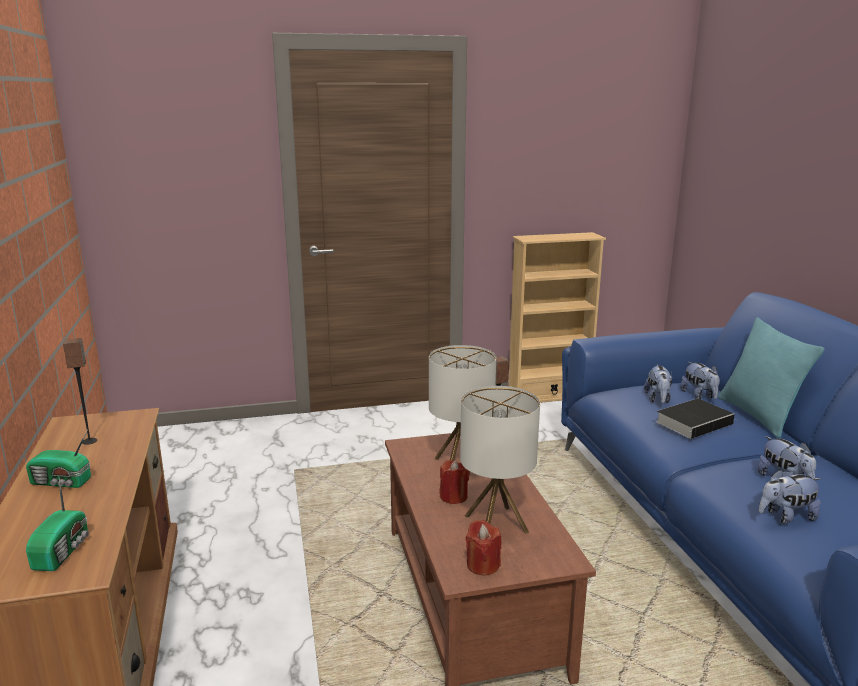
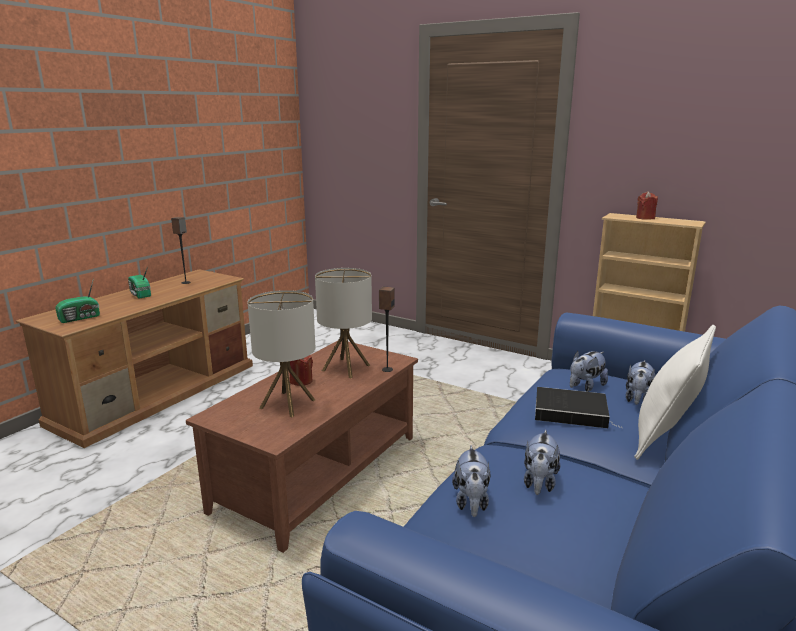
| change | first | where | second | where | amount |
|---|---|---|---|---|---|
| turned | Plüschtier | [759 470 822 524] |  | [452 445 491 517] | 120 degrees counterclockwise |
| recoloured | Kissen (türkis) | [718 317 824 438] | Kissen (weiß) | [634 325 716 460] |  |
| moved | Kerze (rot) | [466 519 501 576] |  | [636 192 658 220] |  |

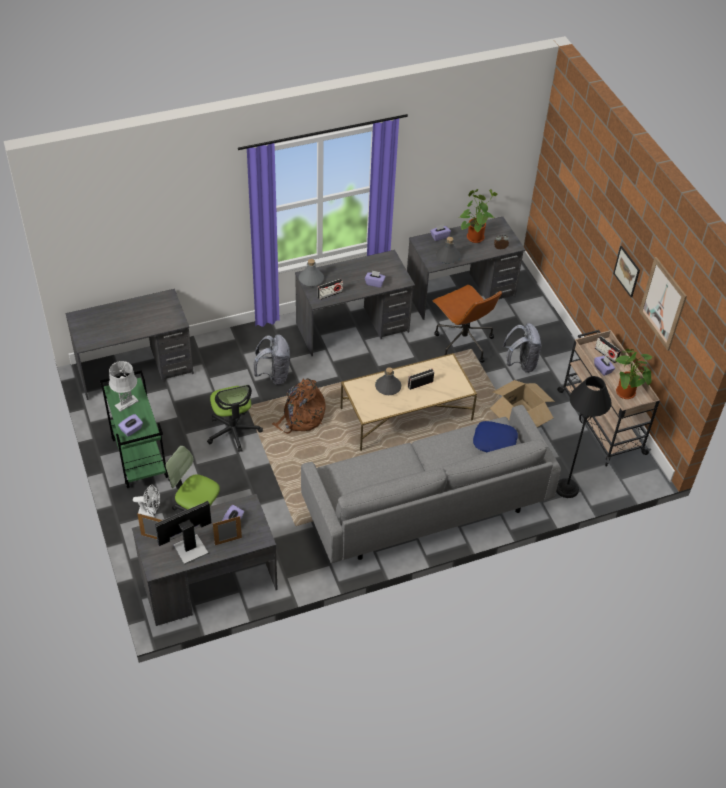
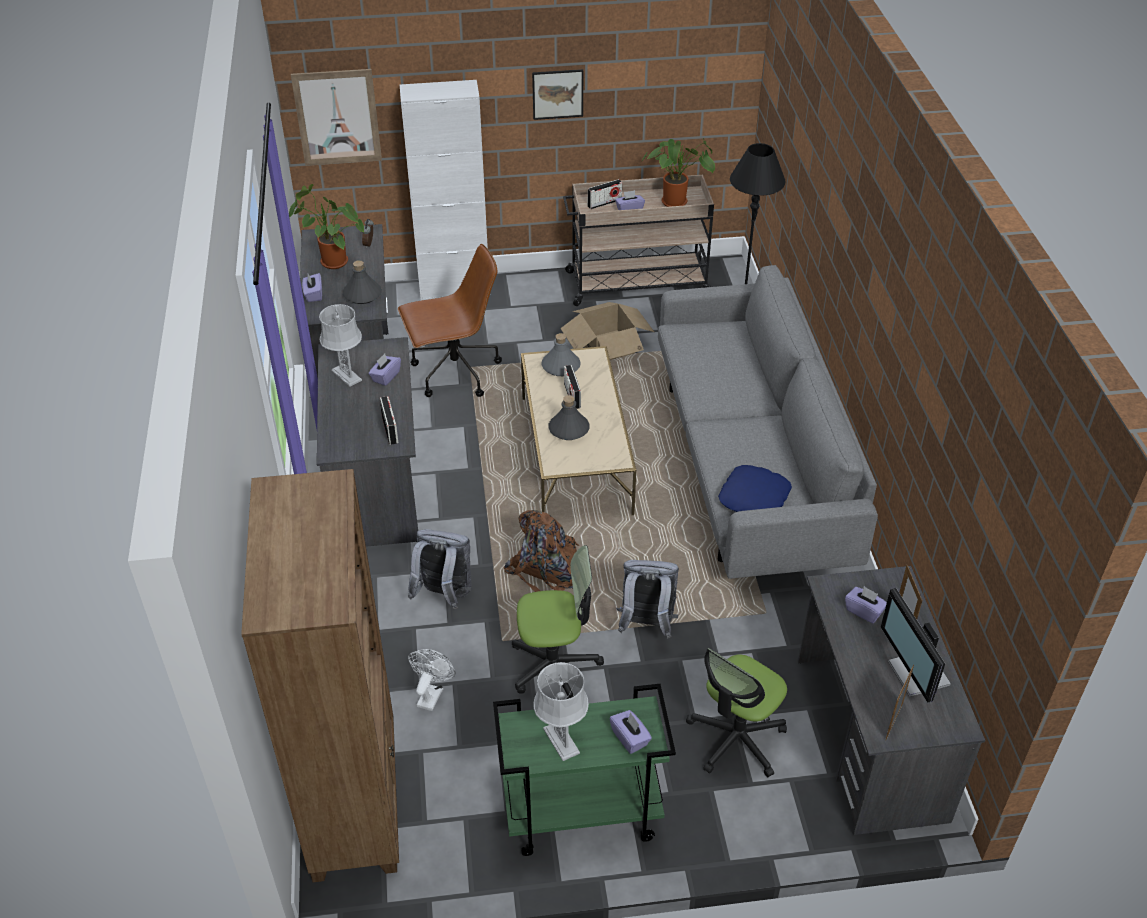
| change | first | where | second | where | amount |
|---|---|---|---|---|---|
| replaced | Schreibtisch (grau) | [66 289 194 400] | Bücherregal (braun) | [241 469 399 882] |  |
| moved | Bild | [639 257 687 351] |  | [291 69 382 166] |  |
| added |  |  | Tischlampe (grau) | [319 304 362 387] |  |
| added |  |  | Schrank (weiß) | [400 80 488 301] |  |
| moved | Ventilator (weiß) | [133 484 160 517] |  | [408 649 455 711] |  |
| moved | Flasche (grau) | [299 259 324 286] |  | [541 333 581 376] |  |
| moved | Rucksack (grau) | [503 323 542 373] |  | [616 560 679 639] |  |
| moved | Kissen (blau) | [473 421 518 452] |  | [718 465 792 512] |  |

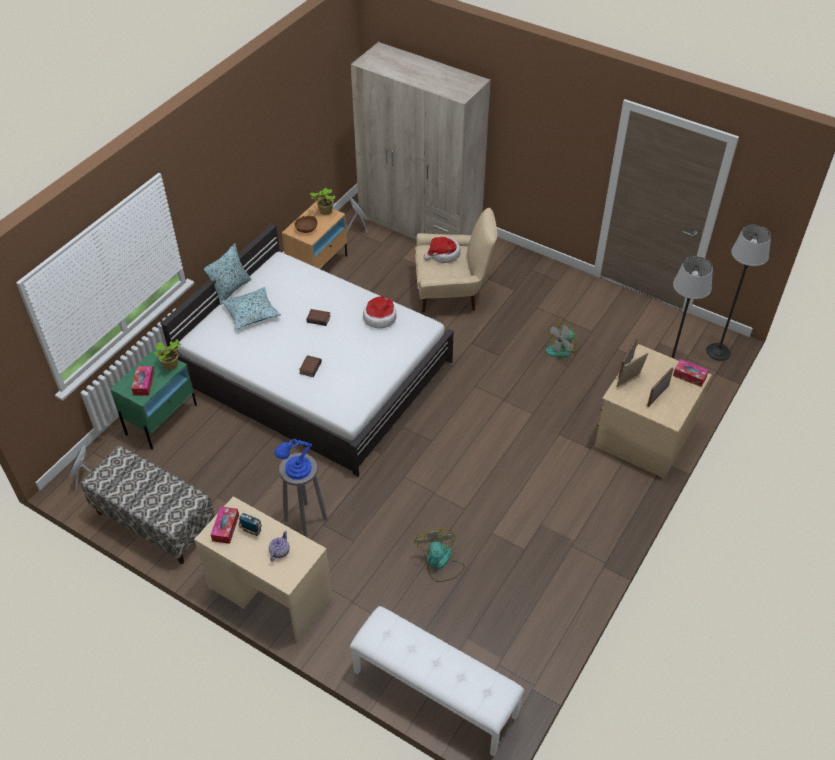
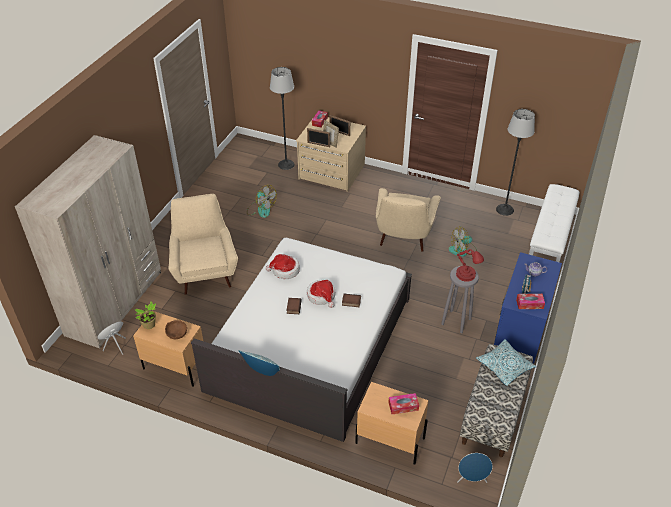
| change | first | where | second | where | amount |
|---|---|---|---|---|---|
| moved | Hut | [424 237 461 263] |  | [307 280 335 308] |  |
| recoloured | Nachttisch (grün) | [110 349 197 450] | Nachttisch (beige) | [355 382 429 465] |  |
| added |  |  | Sessel (beige) | [376 188 441 252] |  |
| recoloured | Tischlampe (blau) | [274 439 312 480] | Tischlampe (rot) | [456 249 484 282] |  |
| moved | Kissen | [222 287 281 330] |  | [476 339 536 386] |  |
| recoloured | Schreibtisch (beige) | [194 496 332 642] | Schreibtisch (blau) | [494 252 562 364] |  |
| moved | Stehlampe | [706 225 771 361] |  | [496 109 535 216] |  |
| removed | Topfpflanze | [154 339 181 370] |  |  |  |

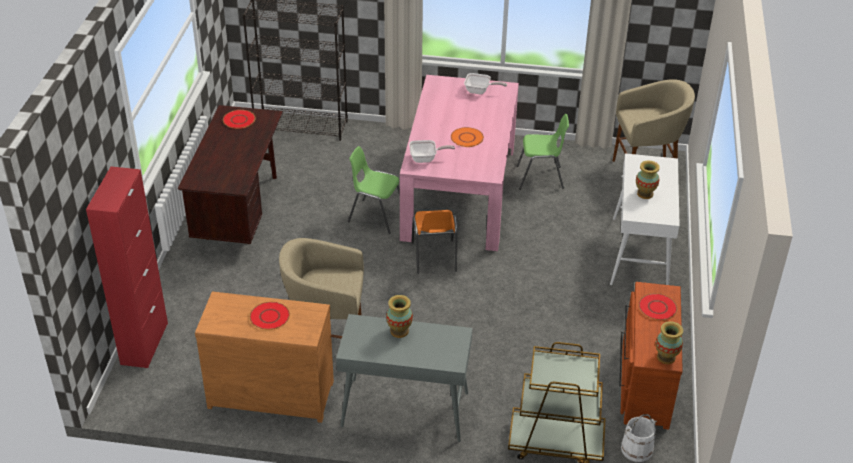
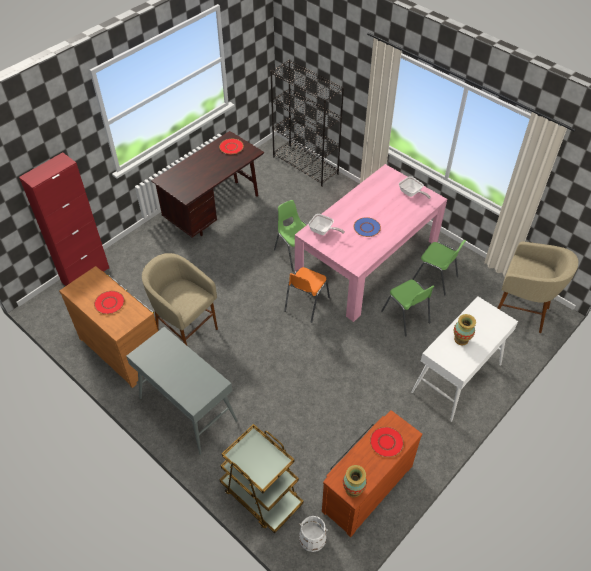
| change | first | where | second | where | amount |
|---|---|---|---|---|---|
| recoloured | Teller (orange) | [451 127 484 147] | Teller (blau) | [354 217 381 237] |  |
| added |  |  | Stuhl (grün) | [382 280 435 337] |  |
| removed | Vase | [386 295 413 338] |  |  |  |

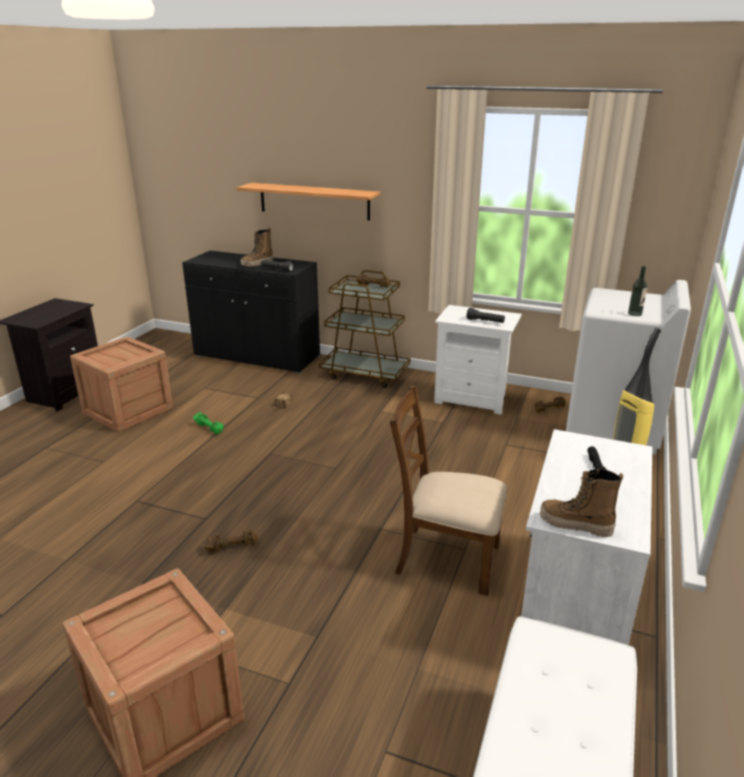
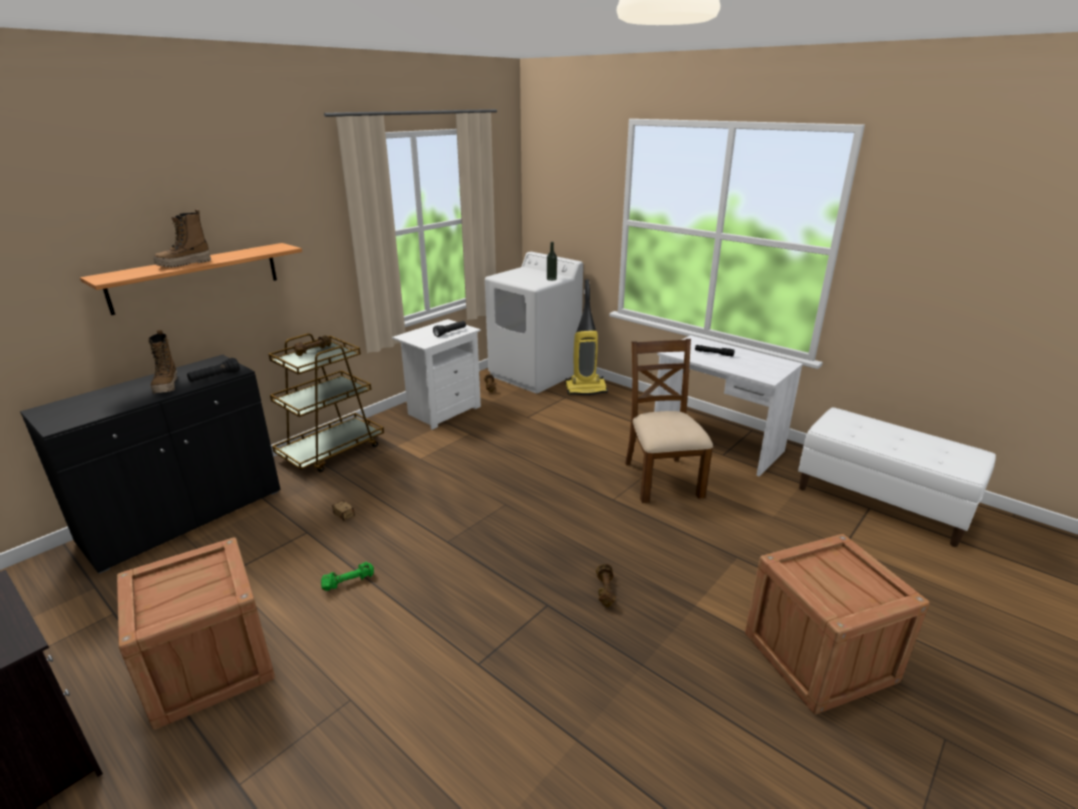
| change | first | where | second | where | amount |
|---|---|---|---|---|---|
| moved | Stiefel | [540 468 623 537] |  | [153 209 211 268] |  |
| turned | Stuhl (braun) | [390 386 508 596] |  | [625 339 713 503] | 135 degrees clockwise |

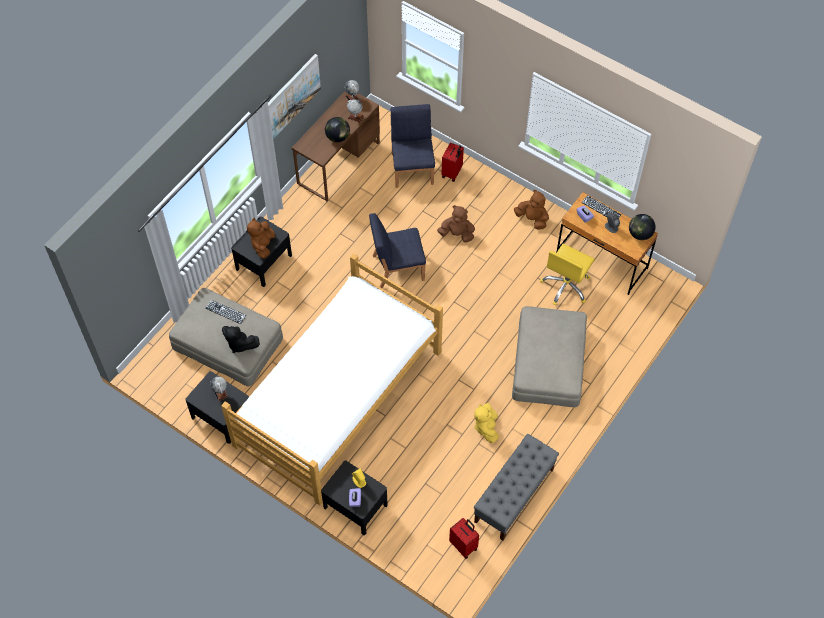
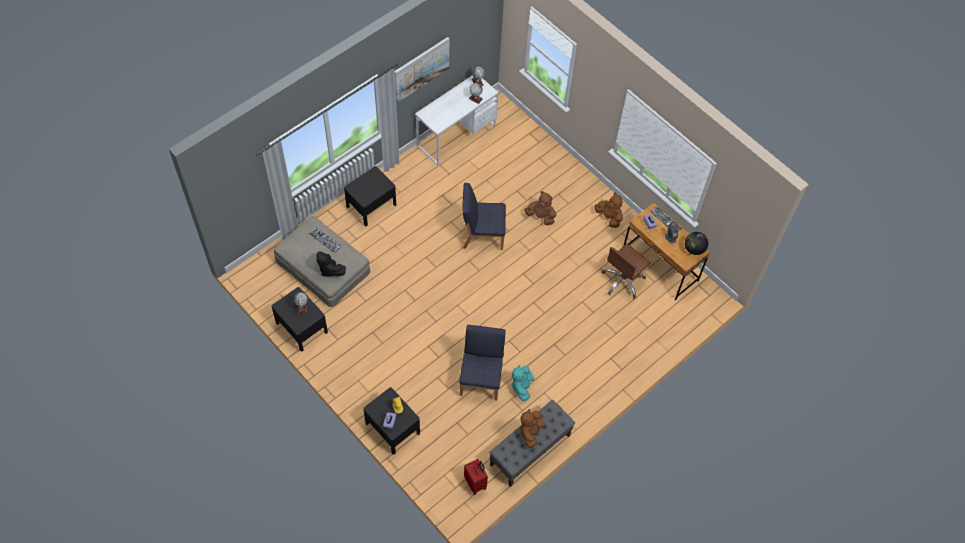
| change | first | where | second | where | amount |
|---|---|---|---|---|---|
| recoloured | Schreibtisch (braun) | [292 91 380 201] | Schreibtisch (weiß) | [415 76 499 166] |  |
| moved | Stuhl (blau) | [391 104 435 188] |  | [459 325 506 401] |  |
| recoloured | Plüschtier (gelb) | [474 403 499 443] | Plüschtier (türkis) | [512 365 534 401] |  |
| moved | Plüschtier (braun) | [247 218 275 259] |  | [520 409 545 448] |  |
| recoloured | Bürostuhl (gelb) | [540 243 595 306] | Bürostuhl (braun) | [602 243 651 299] |  |
| removed | Bett | [221 253 443 505] |  |  |  |
| removed | Globus | [325 117 350 142] |  |  |  |
| removed | Koffer (rot) | [442 143 464 182] |  |  |  |
| removed | Polsterhocker (beige) | [512 306 587 407] |  |  |  |

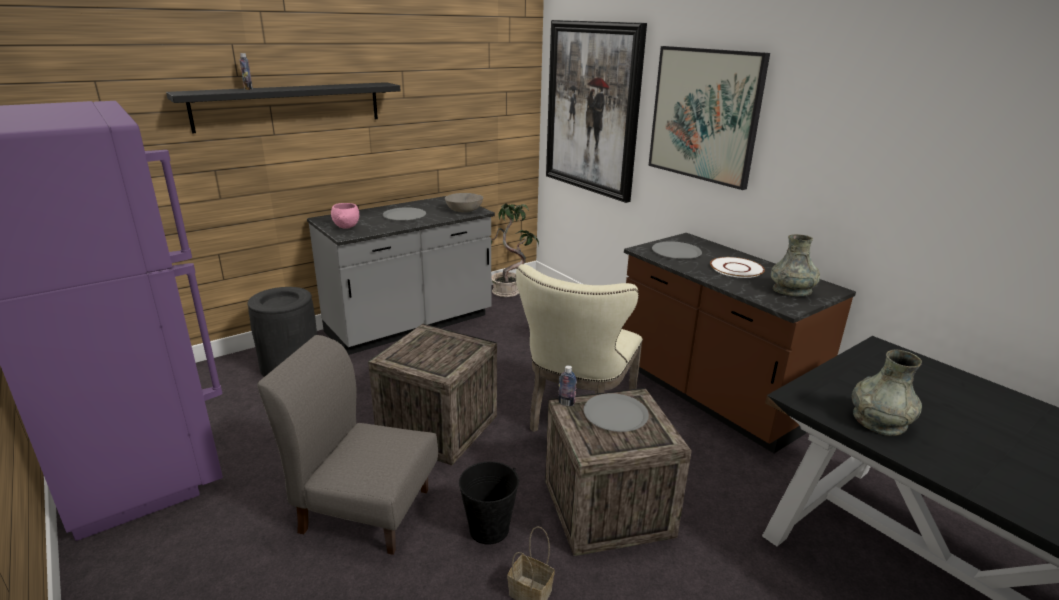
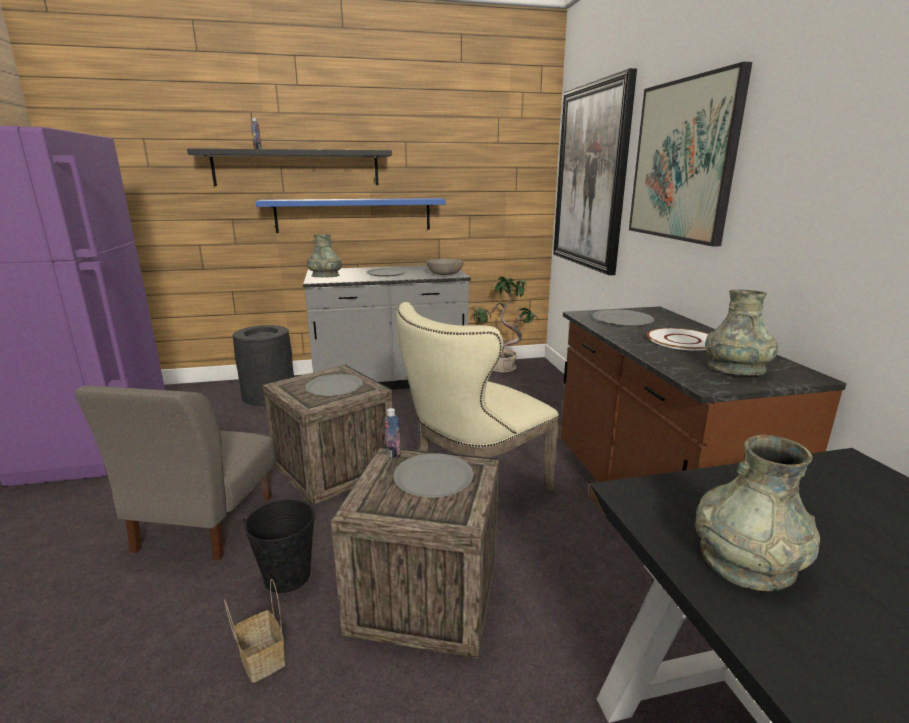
| change | first | where | second | where | amount |
|---|---|---|---|---|---|
| turned | Stuhl (grau) | [258 335 438 555] |  | [75 386 275 561] | 120 degrees counterclockwise |
| added |  |  | Wandregal (blau) | [256 198 446 233] |  |
| added |  |  | Teller (grau) | [305 374 363 396] |  |
| replaced | Schüssel (rosa) | [331 203 359 228] | Vase (grau) | [307 234 342 278] |  |

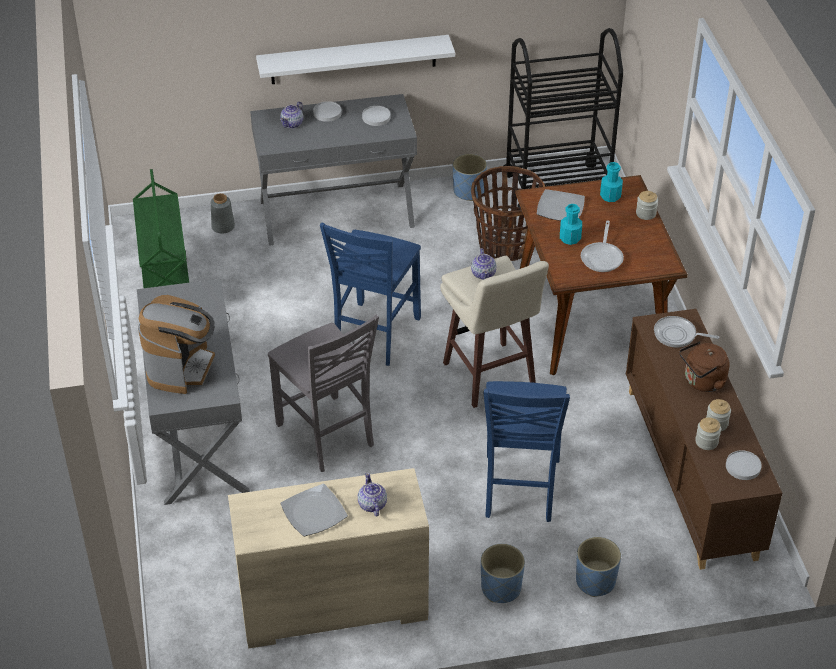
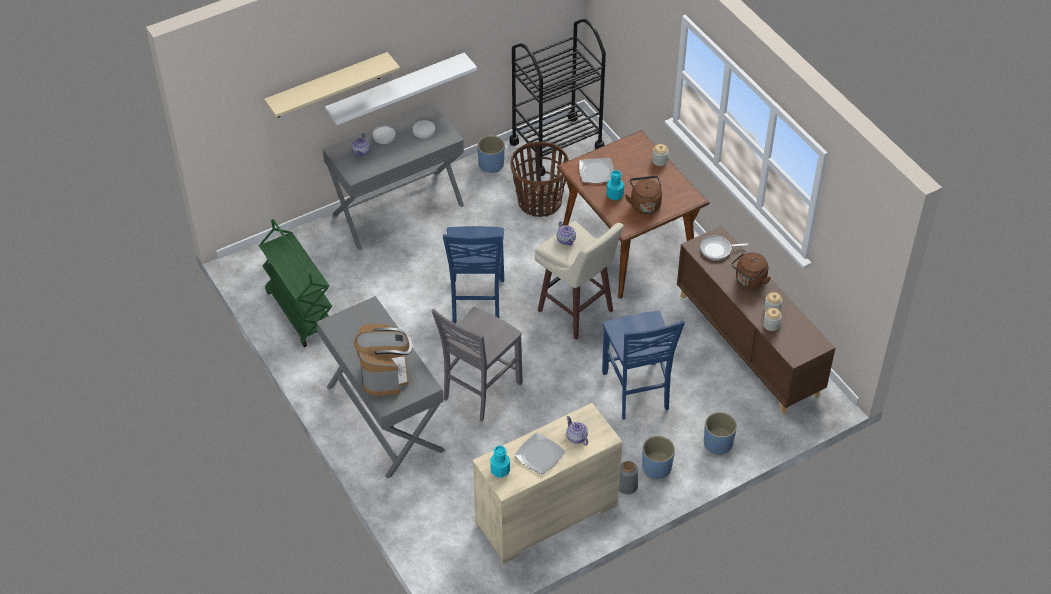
| change | first | where | second | where | amount |
|---|---|---|---|---|---|
| added |  |  | Wandregal (beige) | [264 52 400 118] |  |
| turned | Stuhl (grau) | [268 315 379 472] |  | [431 307 523 421] | 90 degrees clockwise |
| moved | Flasche (türkis) | [600 162 623 202] |  | [490 445 510 478] |  |
| moved | Vase (grau) | [211 193 235 234] |  | [619 461 638 494] |  |
| replaced | Pfanne | [581 221 624 272] | Wasserkessel (braun) | [625 176 662 214] |  |
| removed | Teller (weiß) | [726 450 762 480] |  |  |  |

